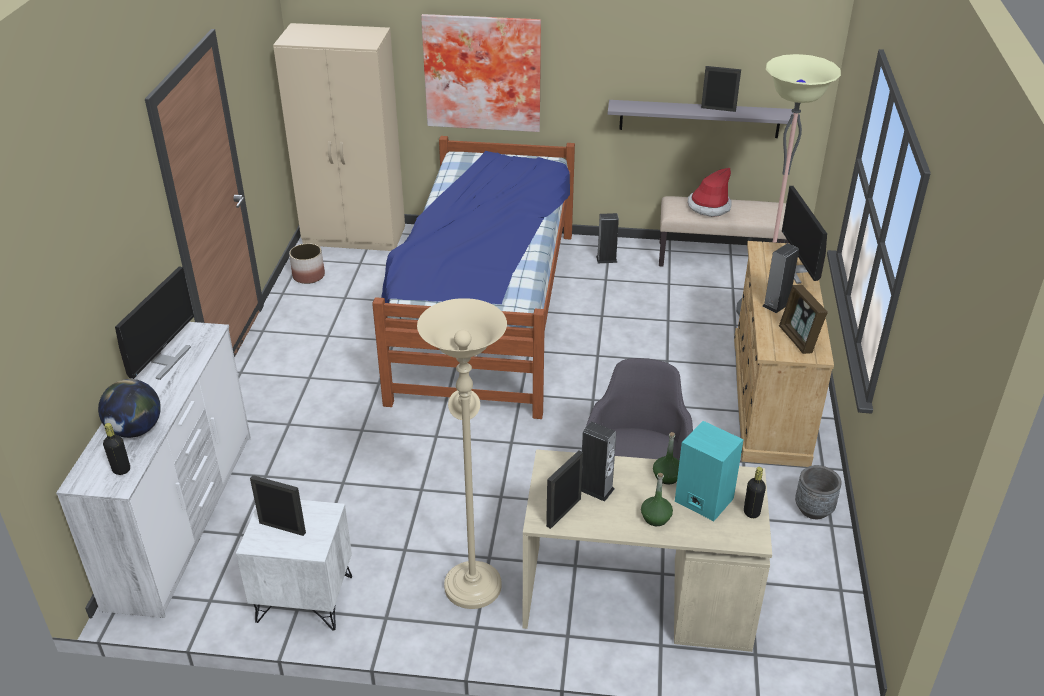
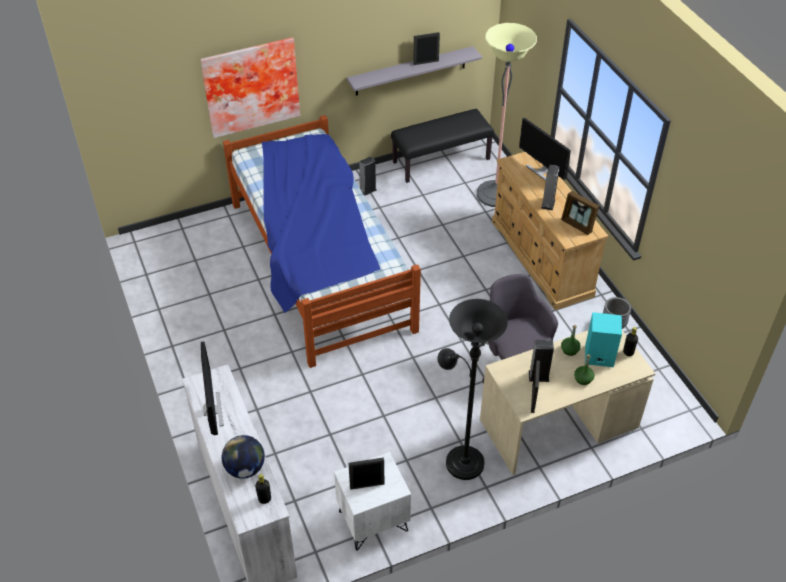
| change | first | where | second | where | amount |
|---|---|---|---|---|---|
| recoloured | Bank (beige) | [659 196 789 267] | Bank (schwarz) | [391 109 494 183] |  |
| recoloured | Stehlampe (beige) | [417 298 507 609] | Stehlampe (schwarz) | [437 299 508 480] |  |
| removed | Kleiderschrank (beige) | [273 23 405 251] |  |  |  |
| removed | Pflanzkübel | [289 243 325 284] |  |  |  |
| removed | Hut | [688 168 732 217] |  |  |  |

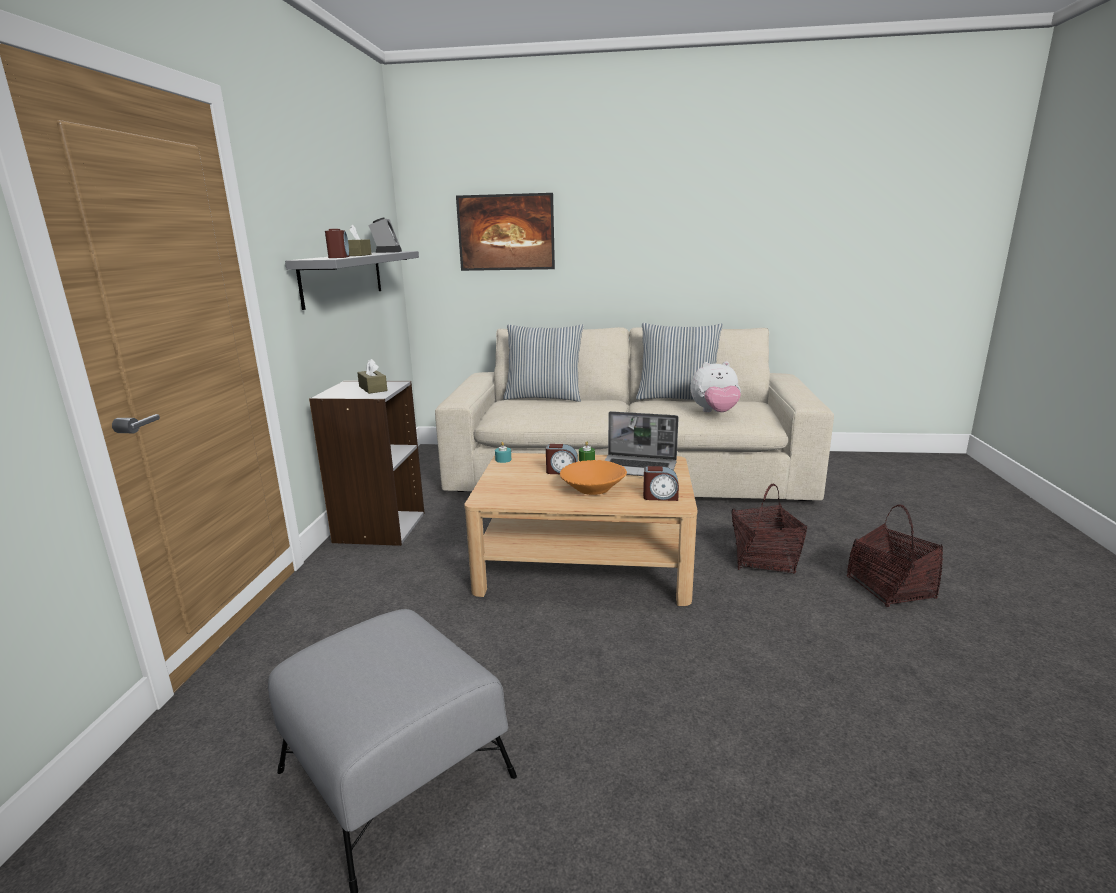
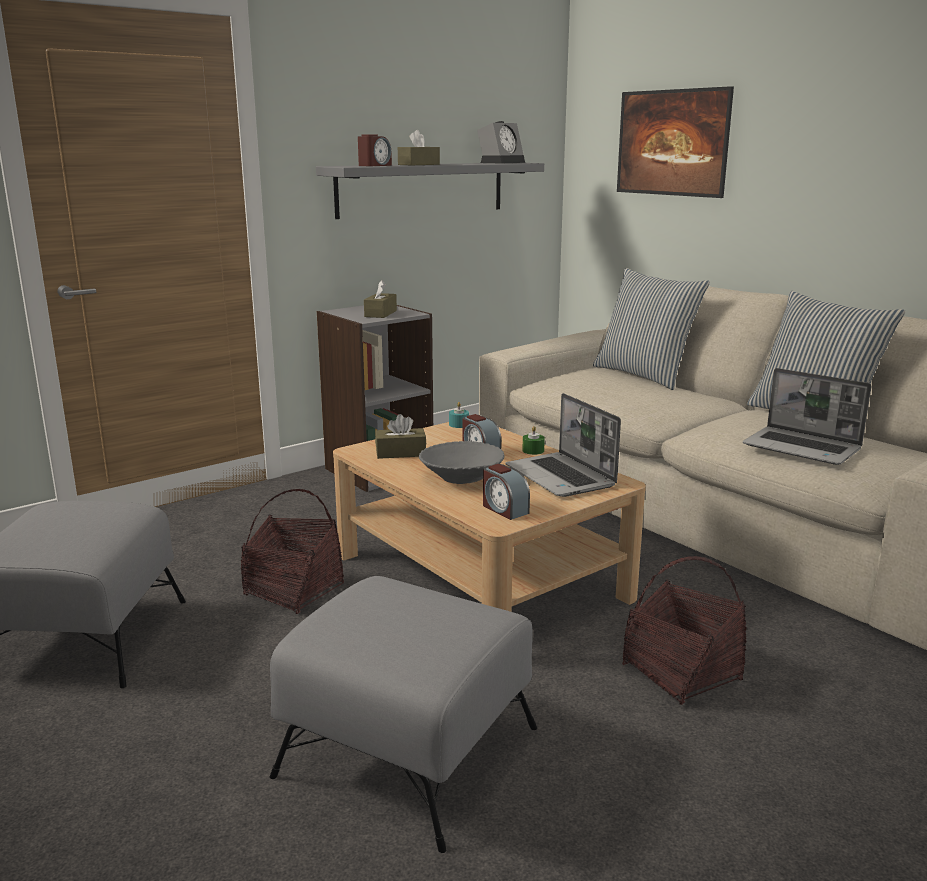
| change | first | where | second | where | amount |
|---|---|---|---|---|---|
| moved | Korb | [847 504 943 607] |  | [241 489 344 614] |  |
| added |  |  | Polsterhocker (grau) | [269 576 537 853] |  |
| added |  |  | Taschentuchbox (braun) | [375 414 426 459] |  |
| recoloured | Schüssel (orange) | [560 460 627 495] | Schüssel (grau) | [419 441 505 484] |  |
| replaced | Plüschtier | [691 361 741 412] | Laptop | [743 368 872 465] |  |

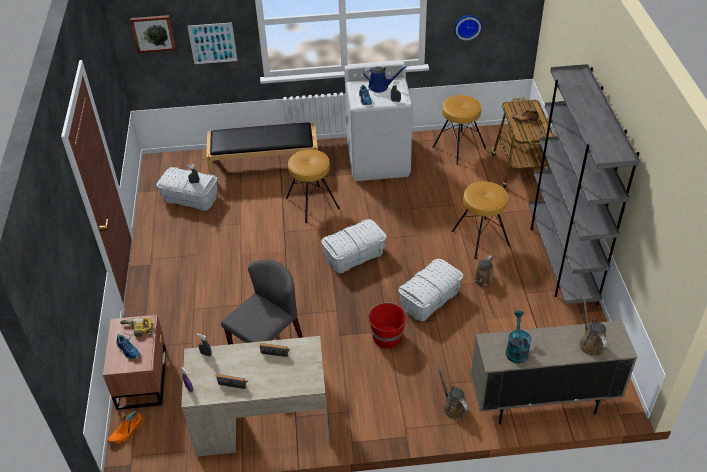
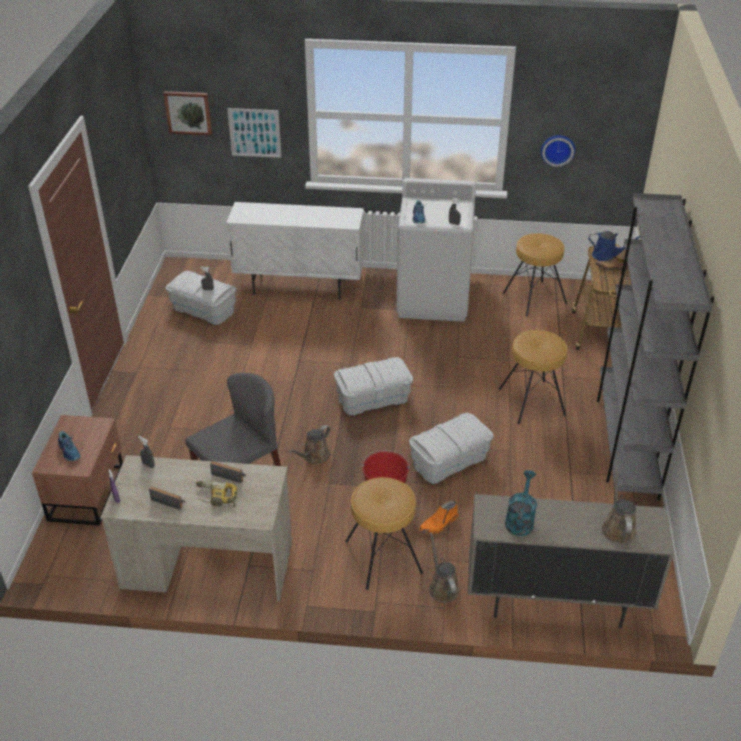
| change | first | where | second | where | amount |
|---|---|---|---|---|---|
| moved | Bohrmaschine | [120 318 153 337] |  | [196 481 237 507] |  |
| replaced | Bank (schwarz) | [206 123 318 176] | Schrank (weiß) | [226 202 364 300] |  |
| moved | Gießkanne (braun) | [473 256 495 288] |  | [289 425 330 464] |  |
| moved | Hocker (braun) | [286 149 340 223] |  | [345 477 423 590] |  |
| moved | Stiefel (orange) | [107 410 144 445] |  | [419 500 459 534] |  |
| moved | Gießkanne (blau) | [363 66 407 93] |  | [588 231 641 261] |  |

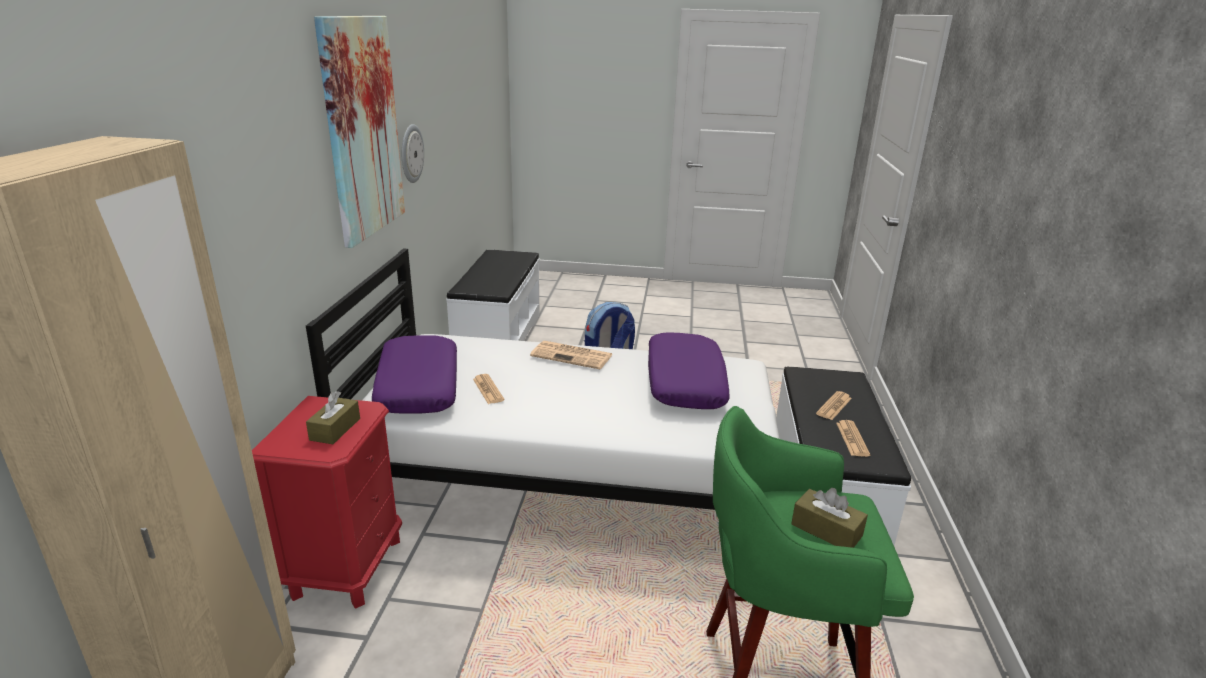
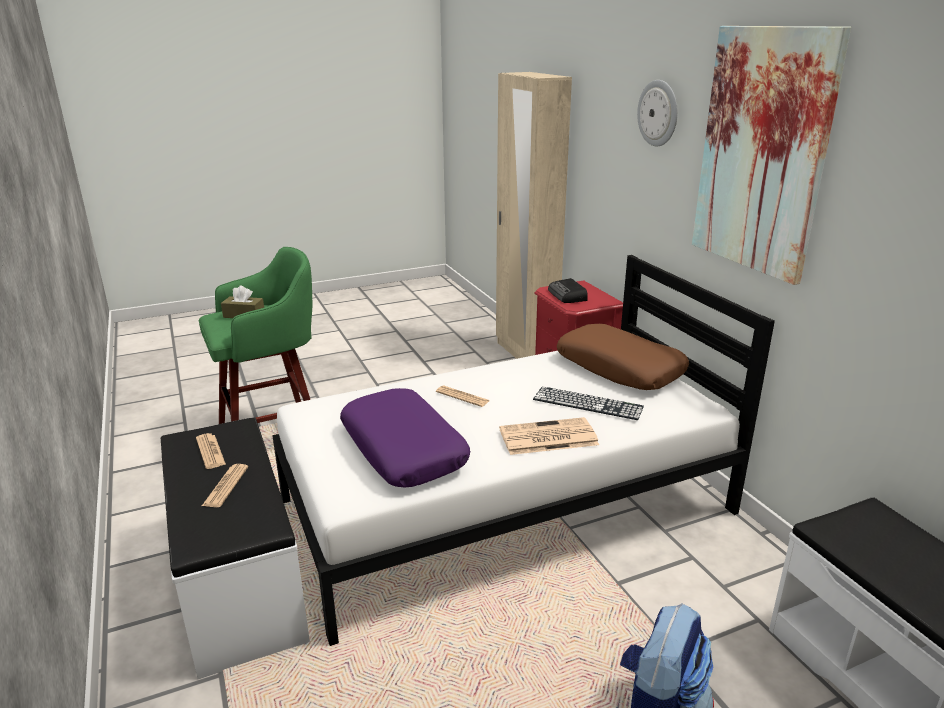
| change | first | where | second | where | amount |
|---|---|---|---|---|---|
| moved | Zeitung | [473 374 504 404] |  | [436 386 489 407] |  |
| added |  |  | Tastatur | [533 386 644 420] |  |
| replaced | Taschentuchbox (braun) | [306 391 360 444] | Radio | [548 278 588 303] |  |
| recoloured | Kissen (lila) | [372 335 457 414] | Kissen (braun) | [557 324 689 390] |  |
| moved | Wanduhr | [402 124 424 183] |  | [637 80 678 147] |  |

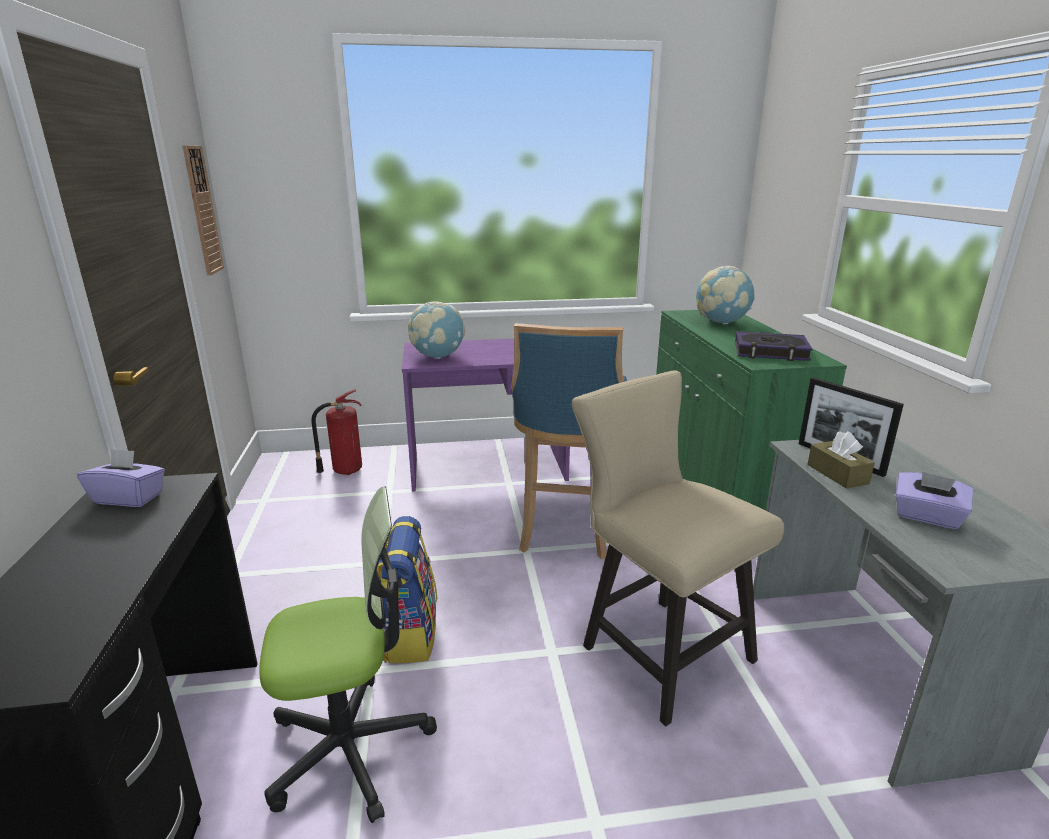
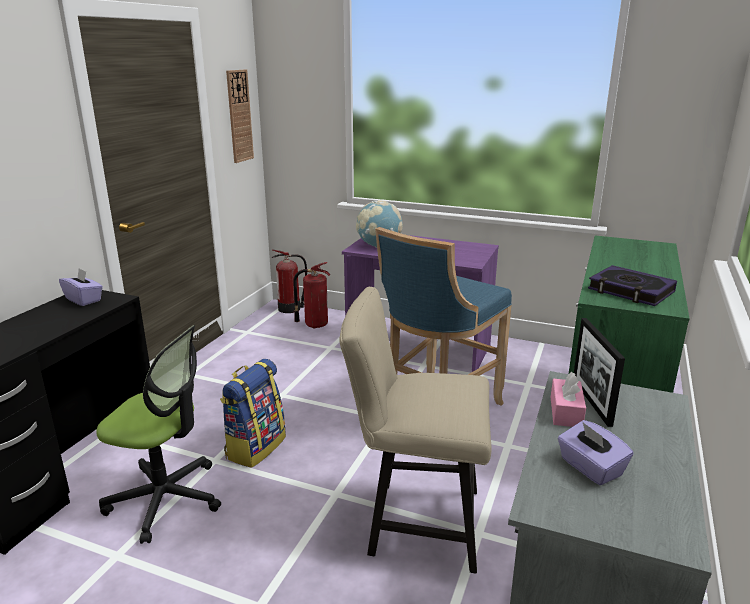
| change | first | where | second | where | amount |
|---|---|---|---|---|---|
| added |  |  | Feuerlöscher | [272 249 307 313] |  |
| turned | Stuhl (beige) | [572 370 785 727] |  | [340 287 492 574] | 75 degrees counterclockwise |
| recoloured | Taschentuchbox (braun) | [807 431 875 489] | Taschentuchbox (rosa) | [551 372 586 427] |  |
| removed | Globus | [696 266 755 324] |  |  |  |

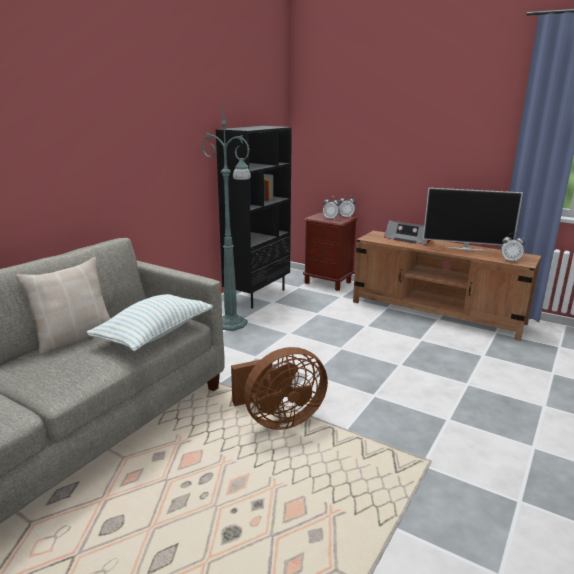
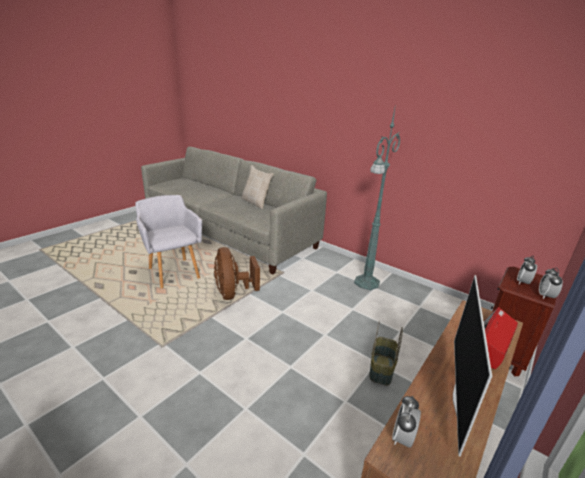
| change | first | where | second | where | amount |
|---|---|---|---|---|---|
| added |  |  | Sessel (grau) | [135 195 202 289] |  |
| added |  |  | Korb | [369 322 403 386] |  |
| removed | Kissen | [87 294 213 351] |  |  |  |
| removed | Bücherregal (schwarz) | [216 126 292 308] |  |  |  |

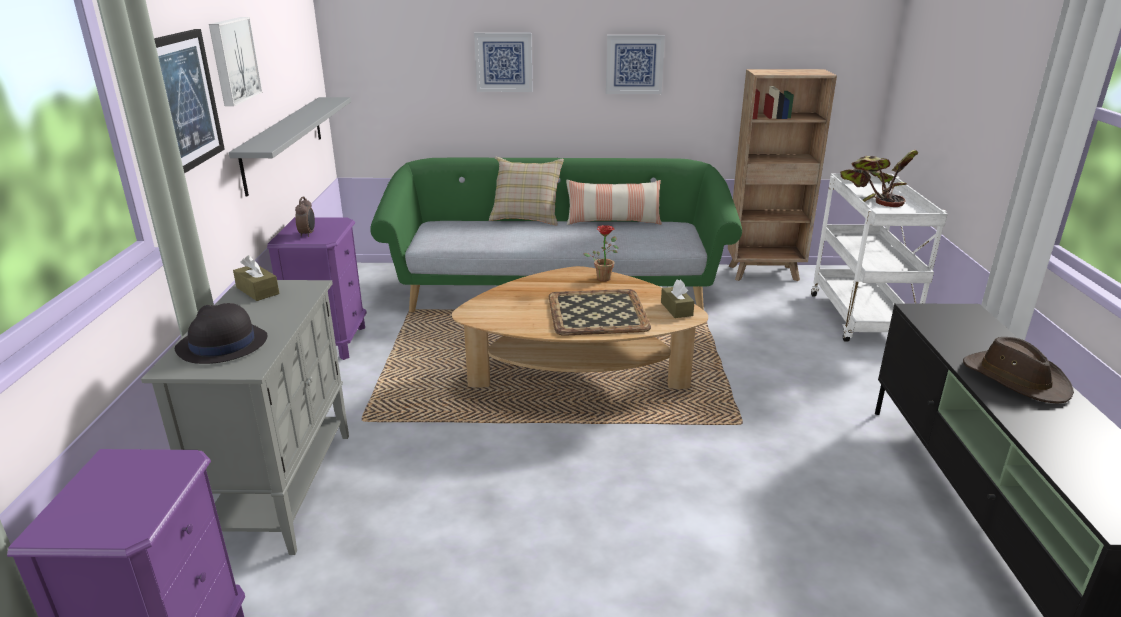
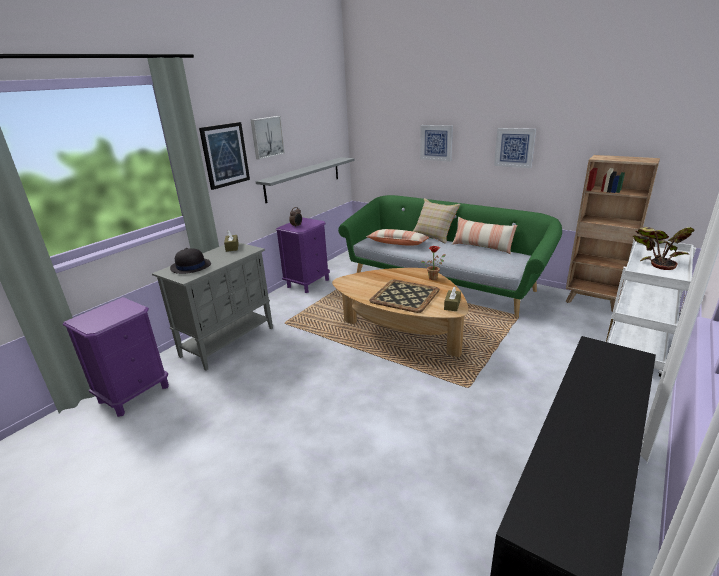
| change | first | where | second | where | amount |
|---|---|---|---|---|---|
| added |  |  | Kissen | [366 229 429 245] |  |
| removed | Hut (braun) | [963 337 1074 404] |  |  |  |

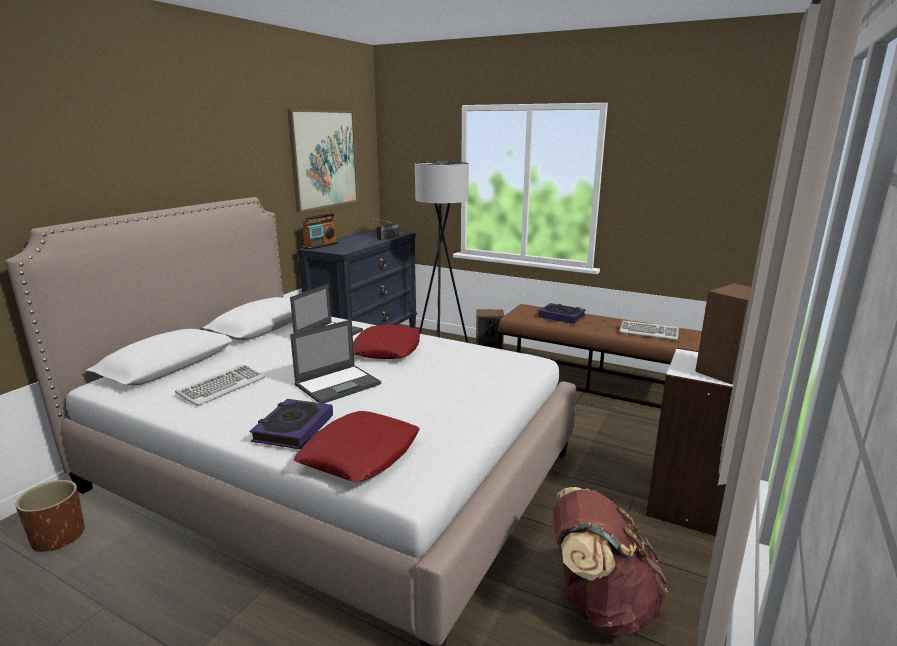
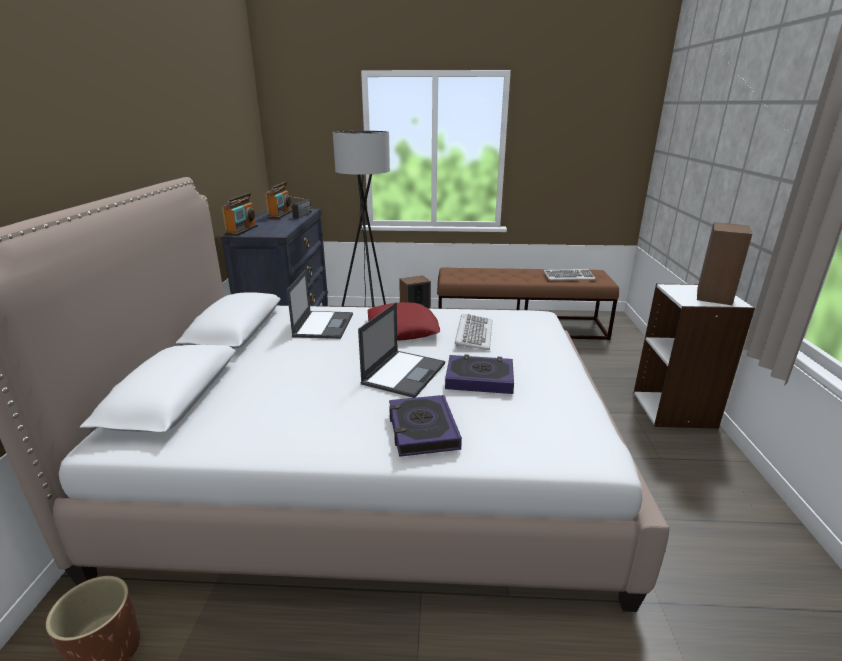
| change | first | where | second | where | amount |
|---|---|---|---|---|---|
| added |  |  | Radio | [265 182 292 219] |  |
| moved | Buch | [538 303 586 324] |  | [445 354 514 394] |  |
| moved | Tastatur | [175 364 265 406] |  | [455 314 492 350] |  |
| removed | Bild | [287 109 359 213] |  |  |  |
| removed | Kissen (rot) | [294 411 419 482] |  |  |  |
| removed | Rucksack (braun) | [553 487 668 636] |  |  |  |

